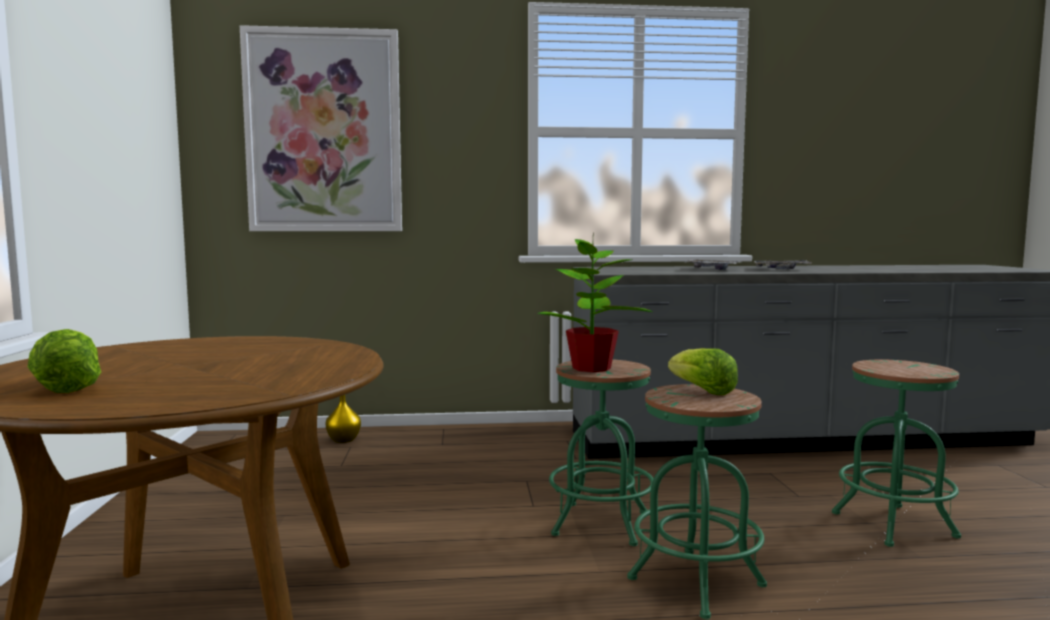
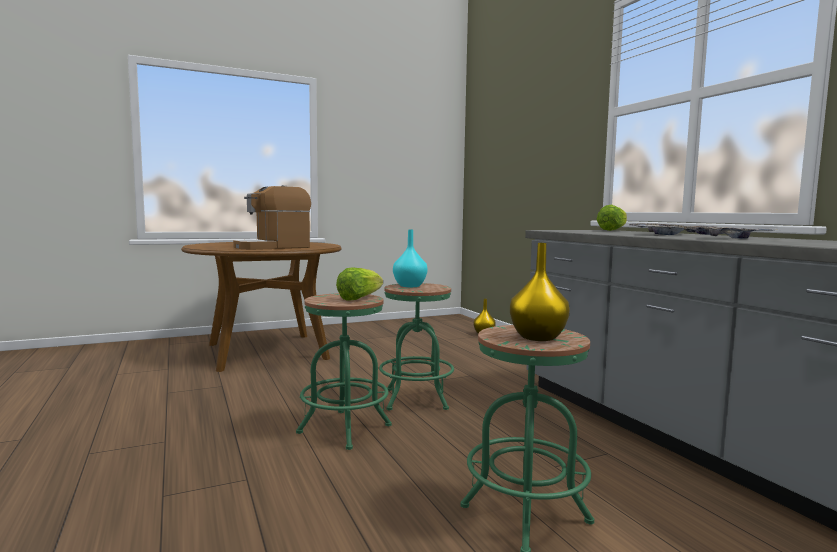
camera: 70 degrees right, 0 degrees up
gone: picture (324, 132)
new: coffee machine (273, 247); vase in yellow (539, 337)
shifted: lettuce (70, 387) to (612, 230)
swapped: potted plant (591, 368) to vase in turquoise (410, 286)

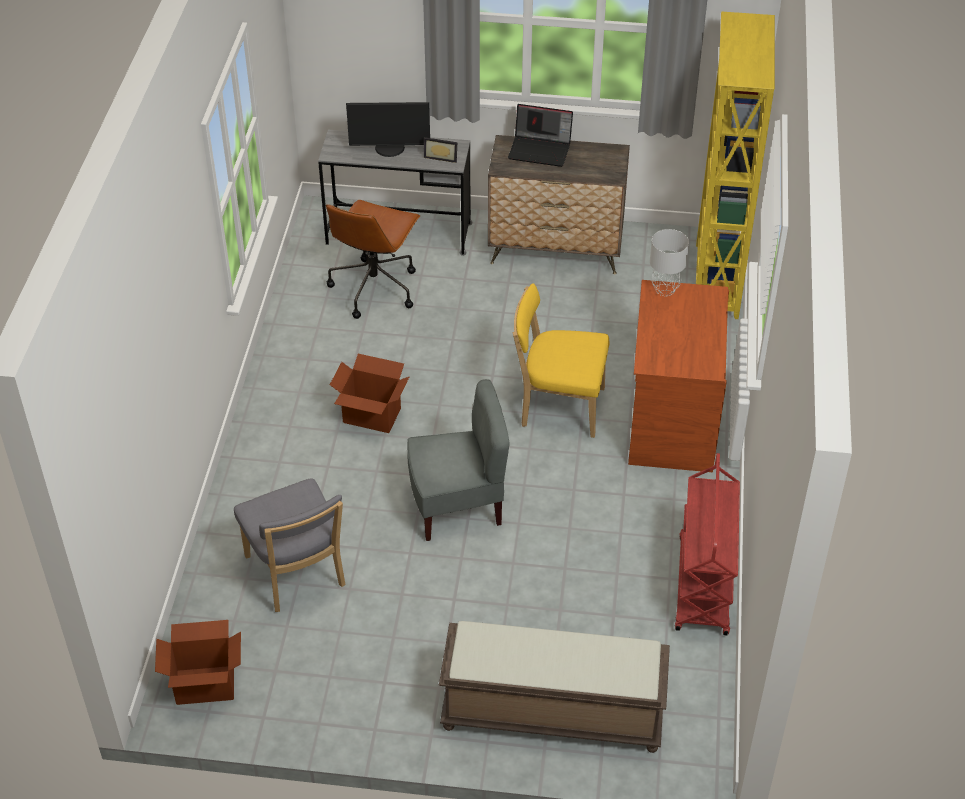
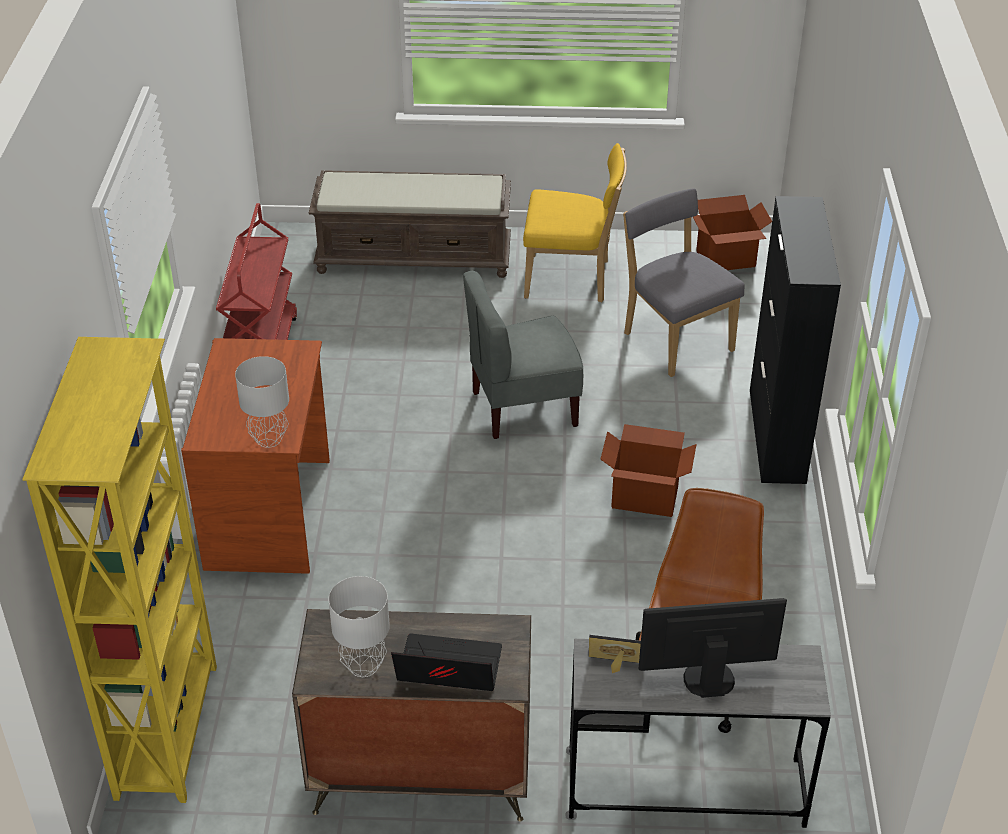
camera: 175 degrees right, 5 degrees down
new: table lamp in grey (363, 667); cabinet in black (776, 436)
shifted: chair in yellow (558, 407) to (571, 280)

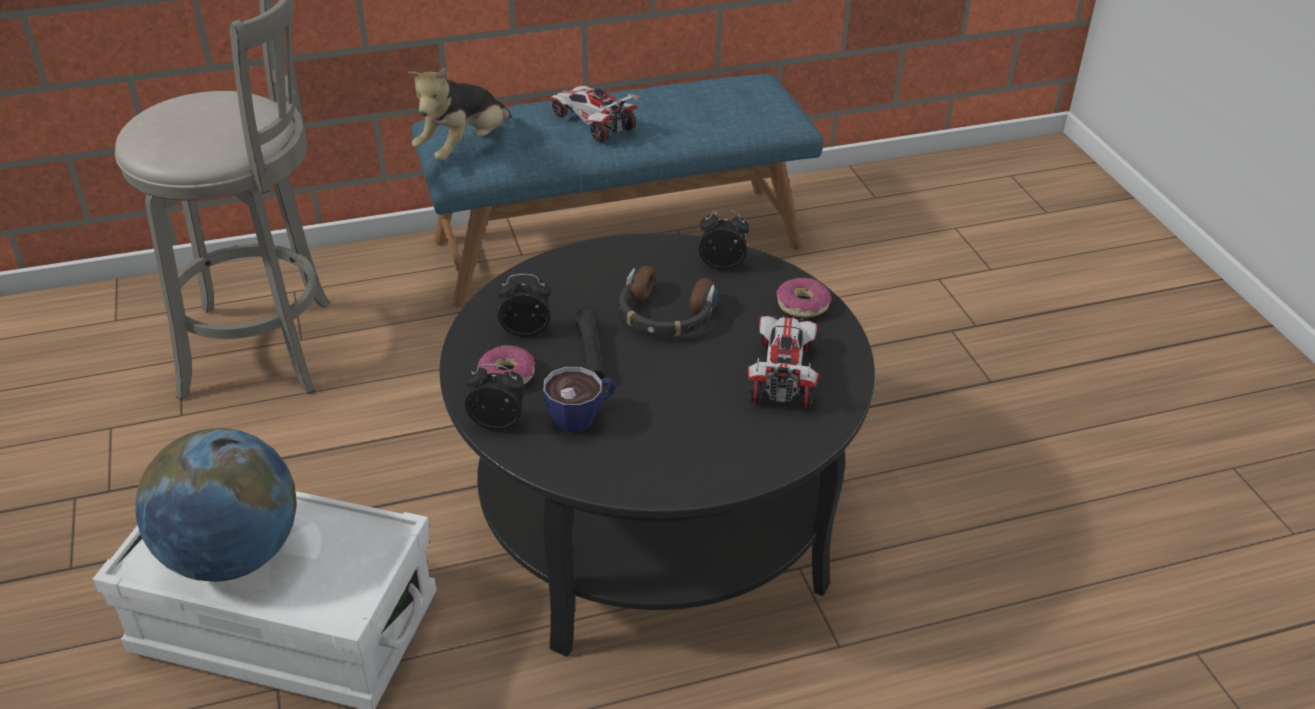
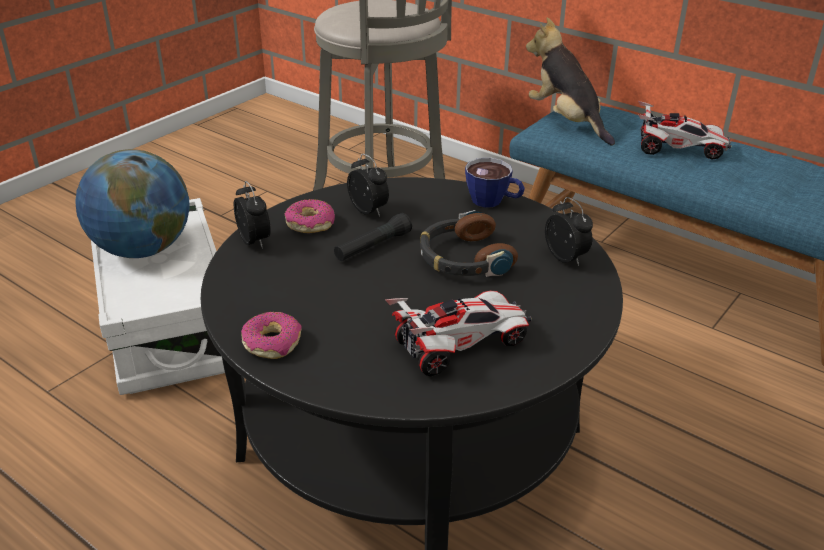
camera: 55 degrees right, 5 degrees down
shifted: cup (582, 416) to (493, 202); donut (802, 305) to (272, 343)
rotated: plush toy (464, 147) = (566, 121) 60 degrees clockwise; toy car (592, 124) = (678, 149) 90 degrees clockwise

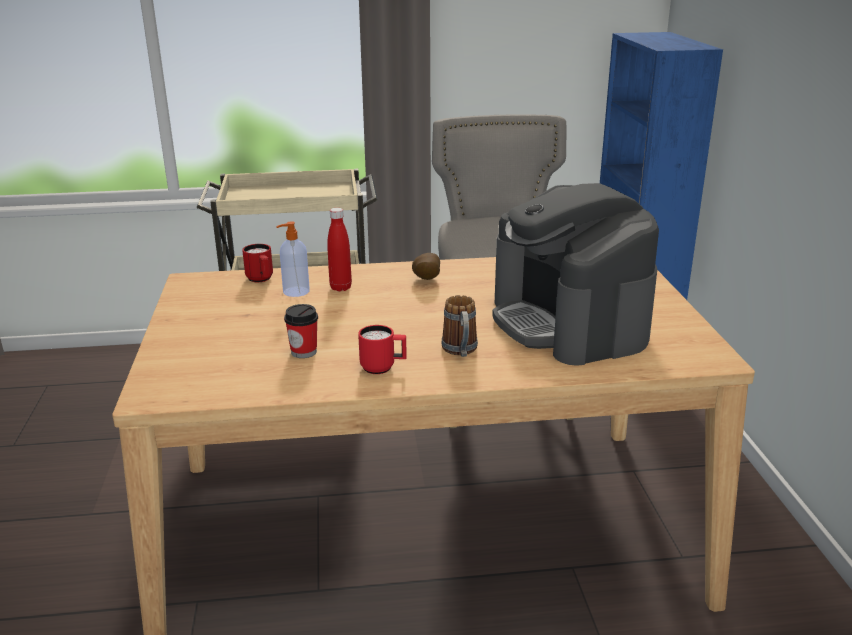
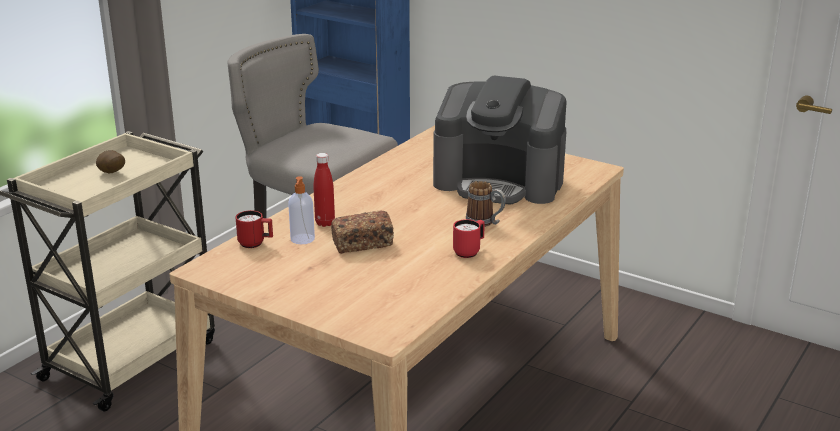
camera: 50 degrees left, 0 degrees up
gone: cup (304, 352)
new: bread (362, 244)
shifted: potato (426, 280) to (111, 173)

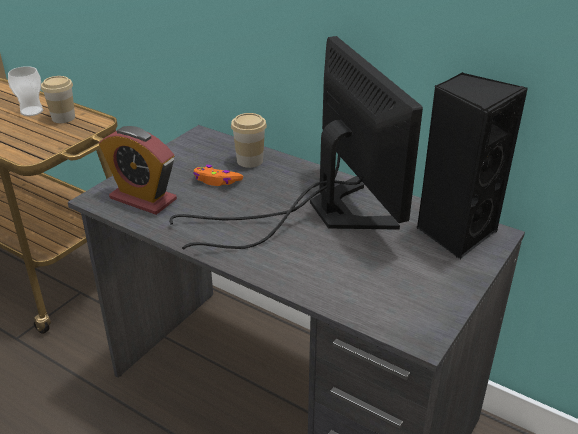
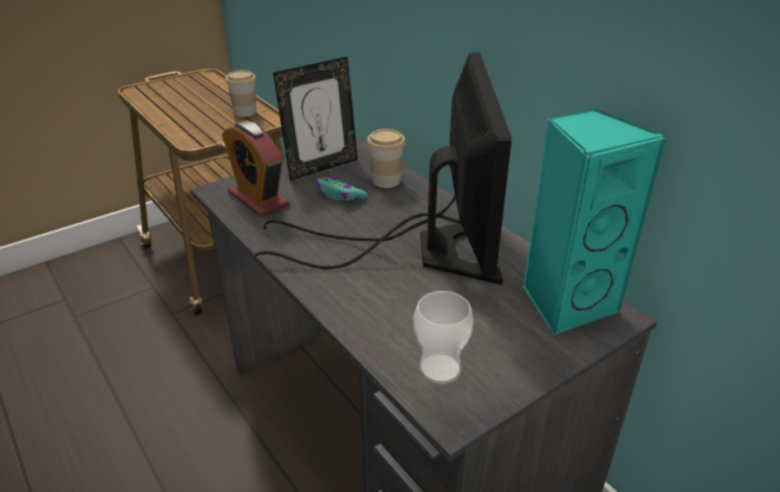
camera: 20 degrees right, 0 degrees up
new: picture frame (321, 167)
shifted: cup (31, 111) to (440, 369)
repainted: game controller in orange (217, 181) to game controller in turquoise (340, 195); speaker in black (454, 232) to speaker in turquoise (566, 302)

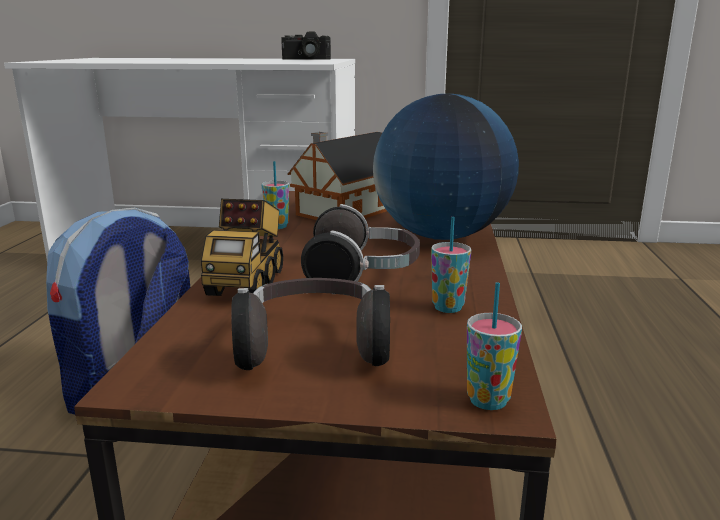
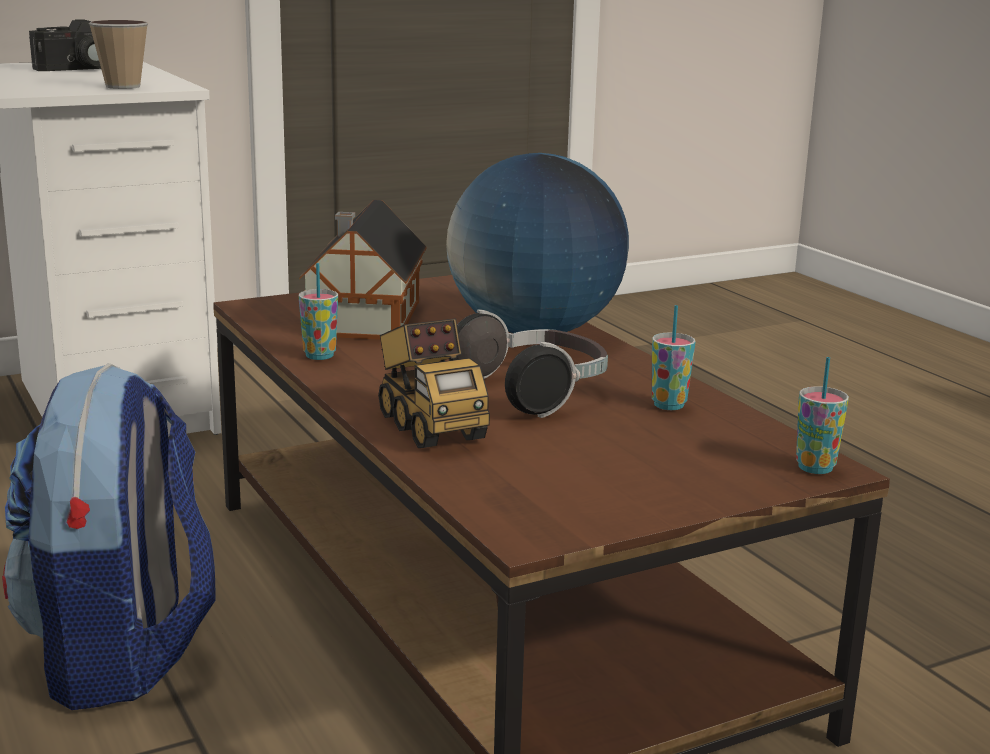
camera: 35 degrees left, 0 degrees up
gone: headphones (313, 348)
new: cup (123, 86)

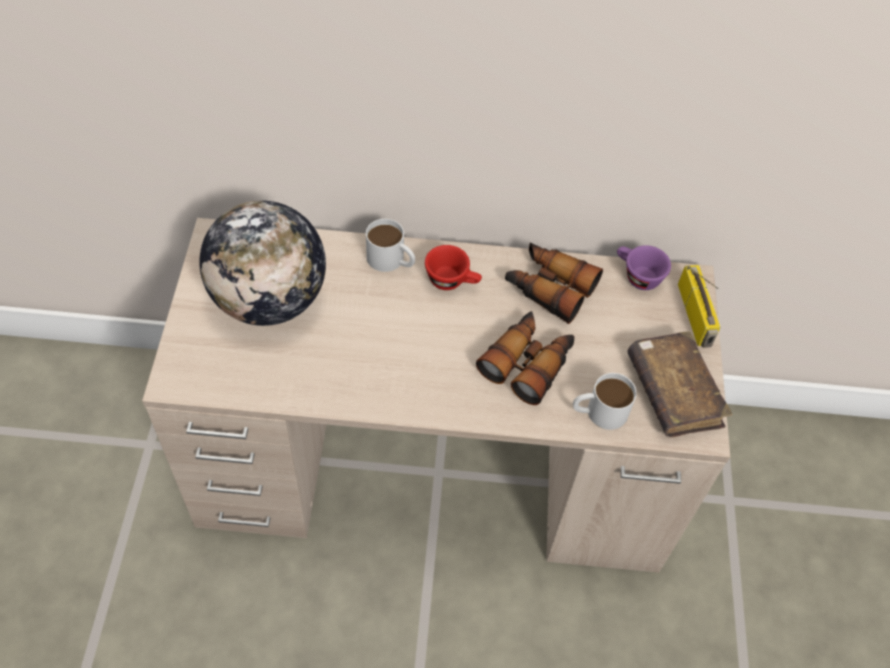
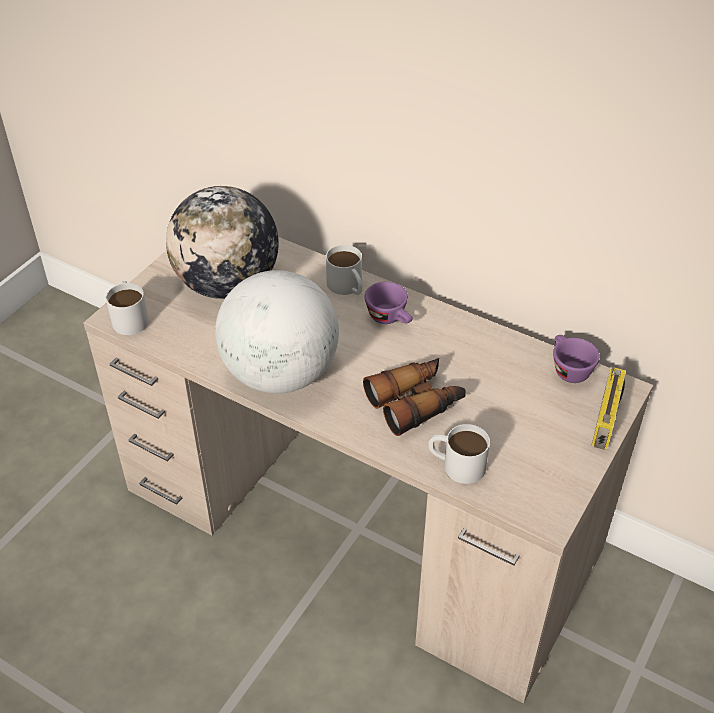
camera: 30 degrees right, 10 degrees down
gone: binoculars (549, 287); book in brown (673, 392)
new: mug in white (130, 317); globe (280, 374)
repainted: cup in red (452, 281) to cup in purple (390, 318)

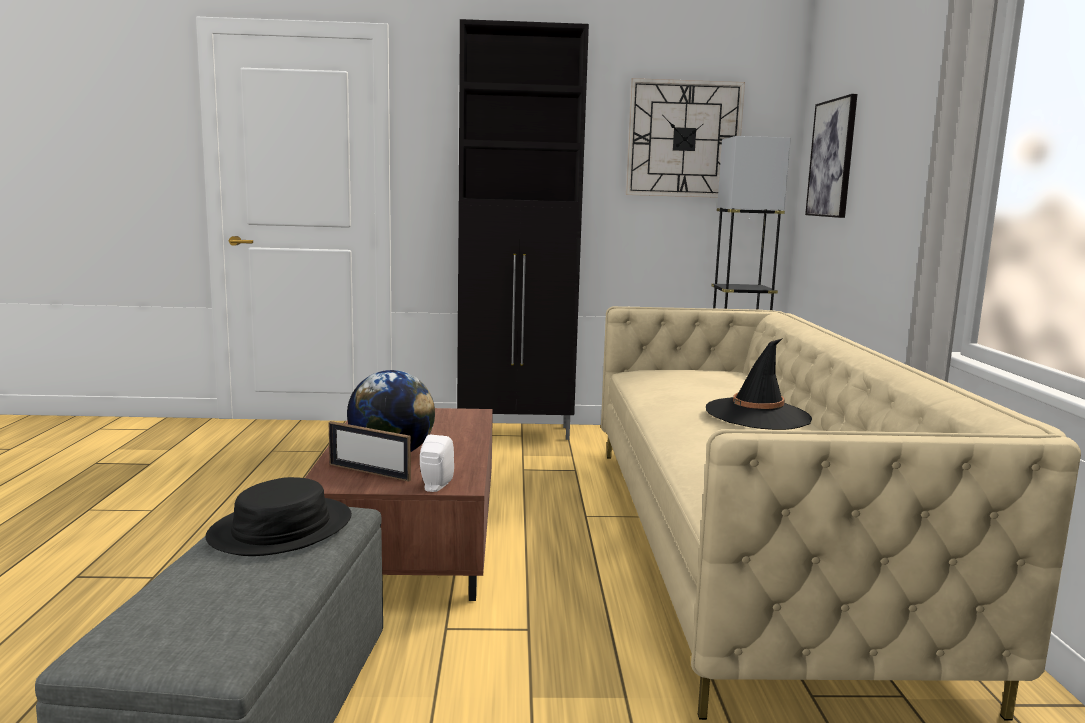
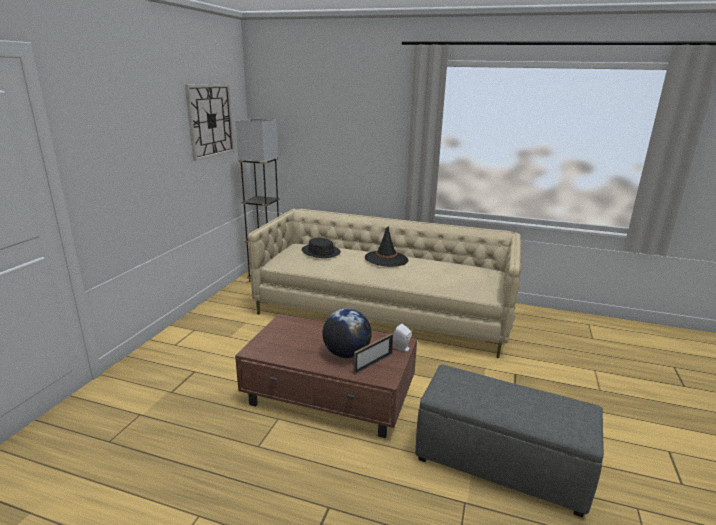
camera: 70 degrees left, 10 degrees up
gone: cabinet in black (517, 432); picture (832, 158)
shifted: hat in black (282, 529) to (321, 252)

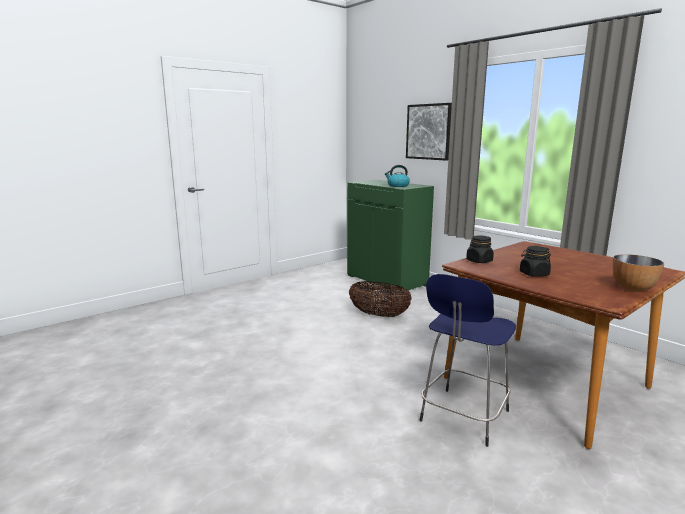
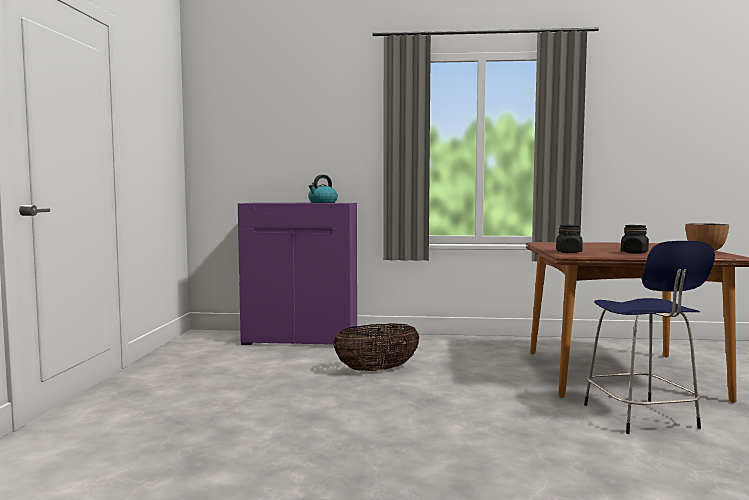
camera: 45 degrees left, 10 degrees down
gone: picture (429, 132)
repainted: cabinet in green (387, 280) to cabinet in purple (302, 339)

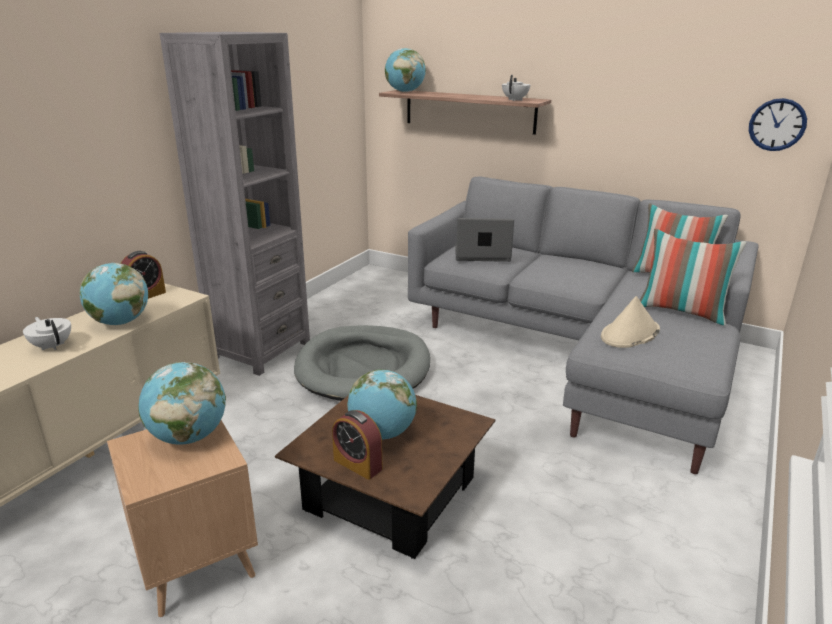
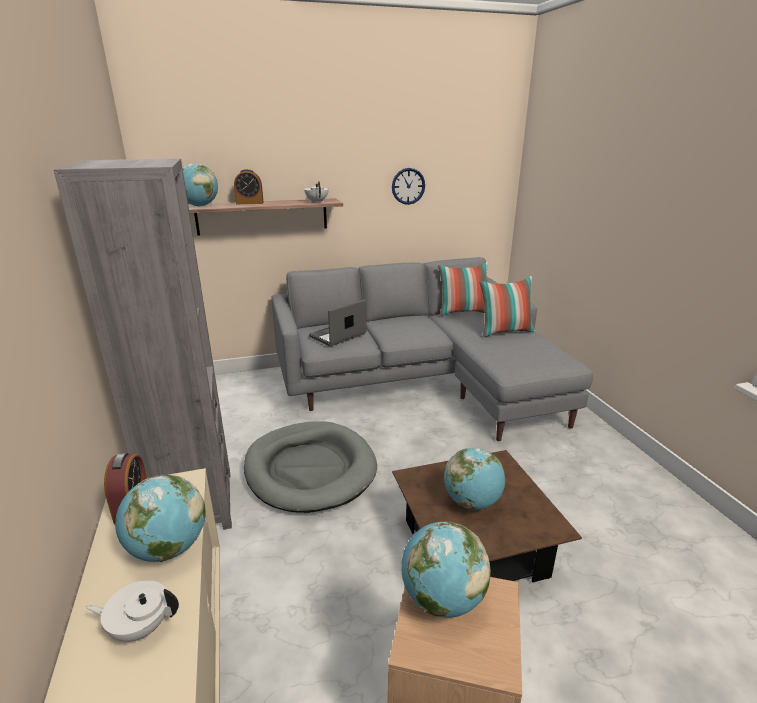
camera: 45 degrees left, 0 degrees up
gone: hat in beige (630, 334)
shifted: alarm clock (357, 464) to (250, 203); wall clock (777, 124) to (408, 186)

